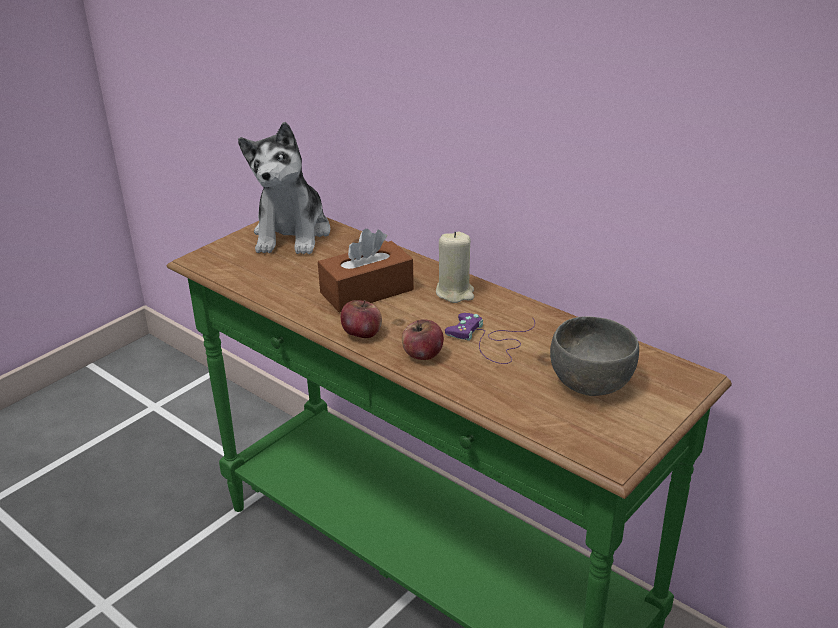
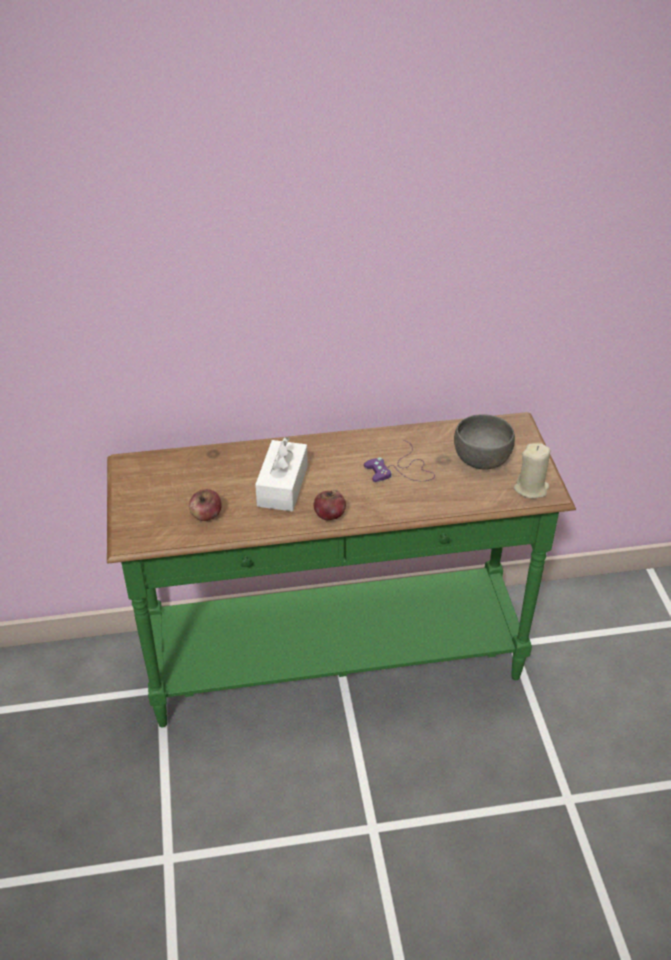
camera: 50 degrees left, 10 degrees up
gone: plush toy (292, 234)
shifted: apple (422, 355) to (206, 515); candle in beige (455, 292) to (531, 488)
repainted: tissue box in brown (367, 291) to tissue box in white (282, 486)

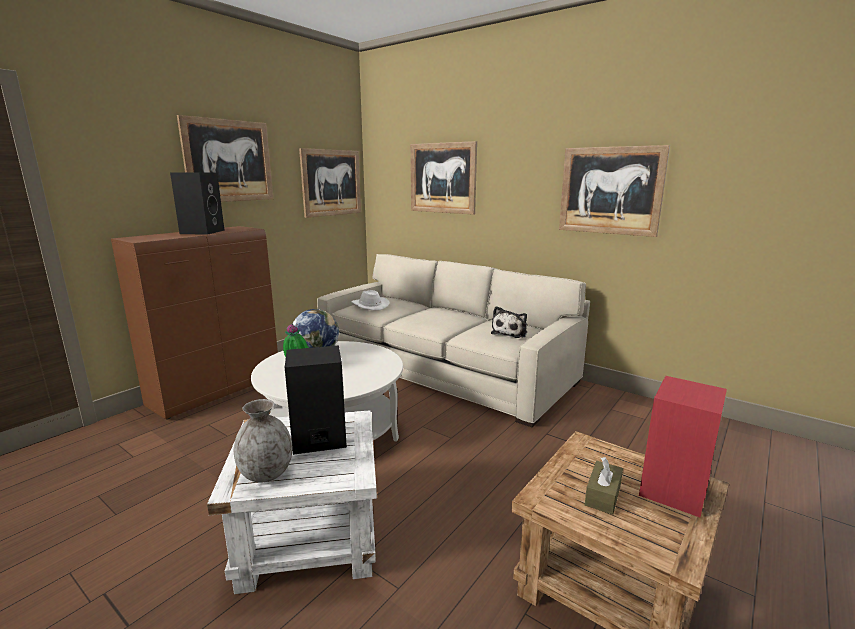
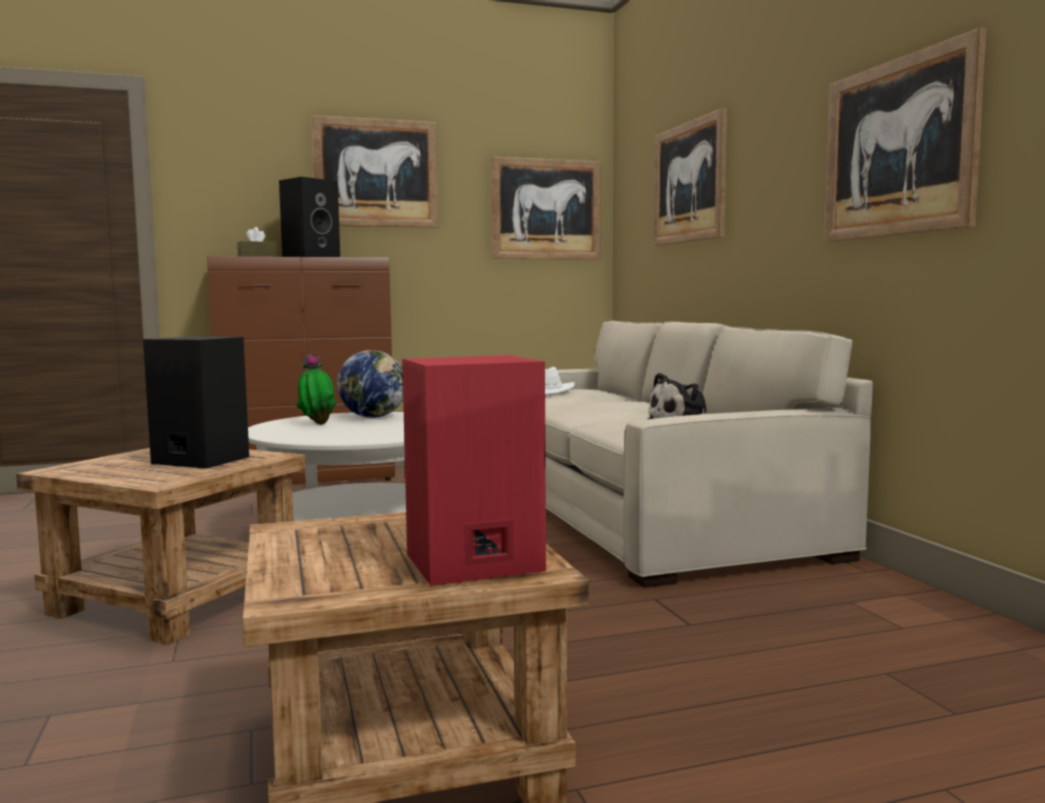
camera: 35 degrees right, 10 degrees down
gone: vase in grey (266, 474)
shifted: tissue box in brown (603, 495) to (257, 257)
repainted: side table in white (308, 535) to side table in brown (176, 599)

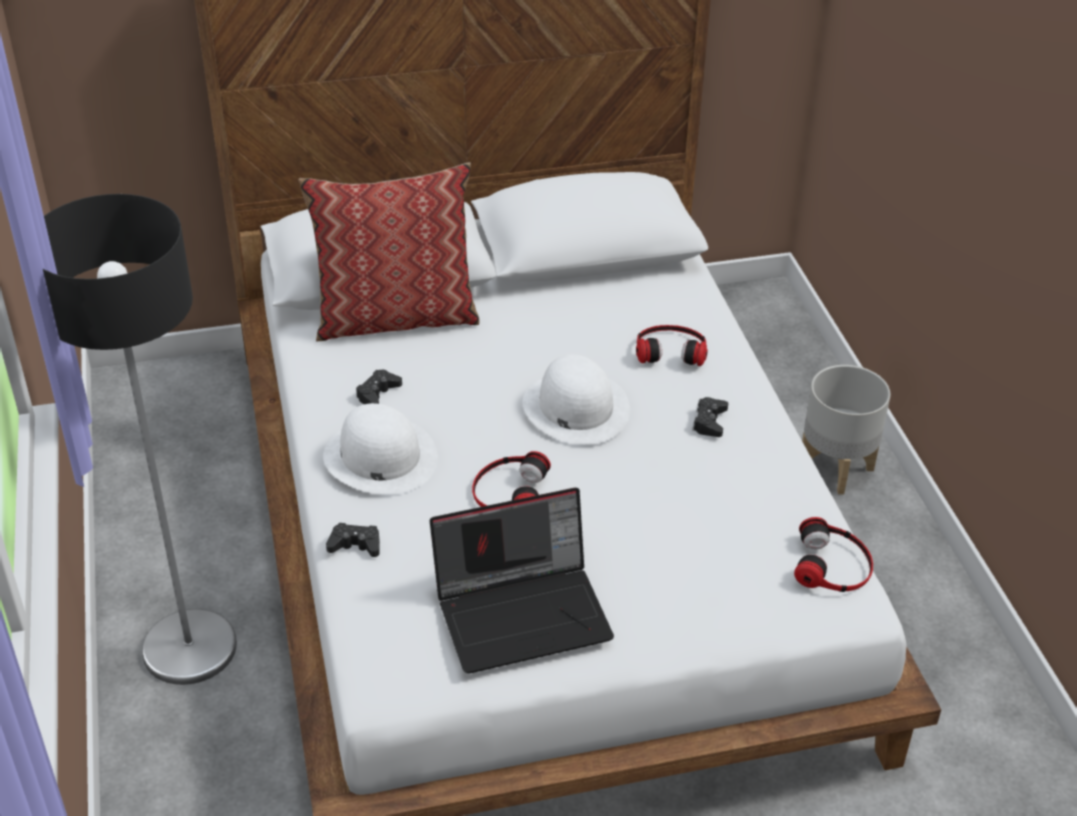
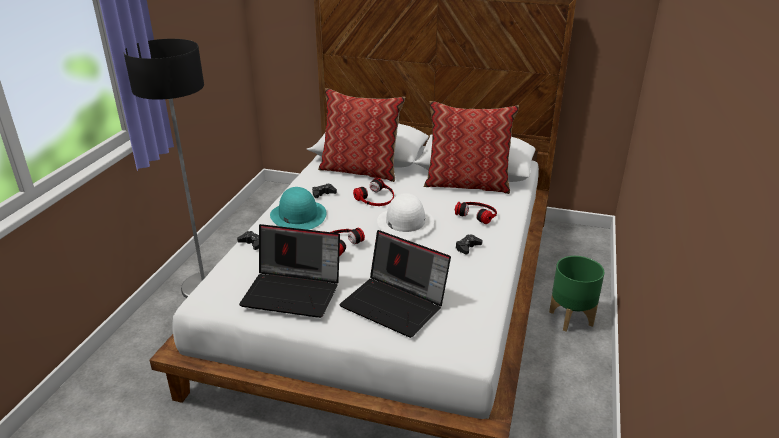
camera: 30 degrees right, 10 degrees down
new: laptop (396, 304); pillow (467, 184)
shifted: headphones (833, 565) to (376, 198)
repainted: hat in white (379, 457) to hat in turquoise (298, 215); planter in grey (836, 468) to planter in green (571, 318)

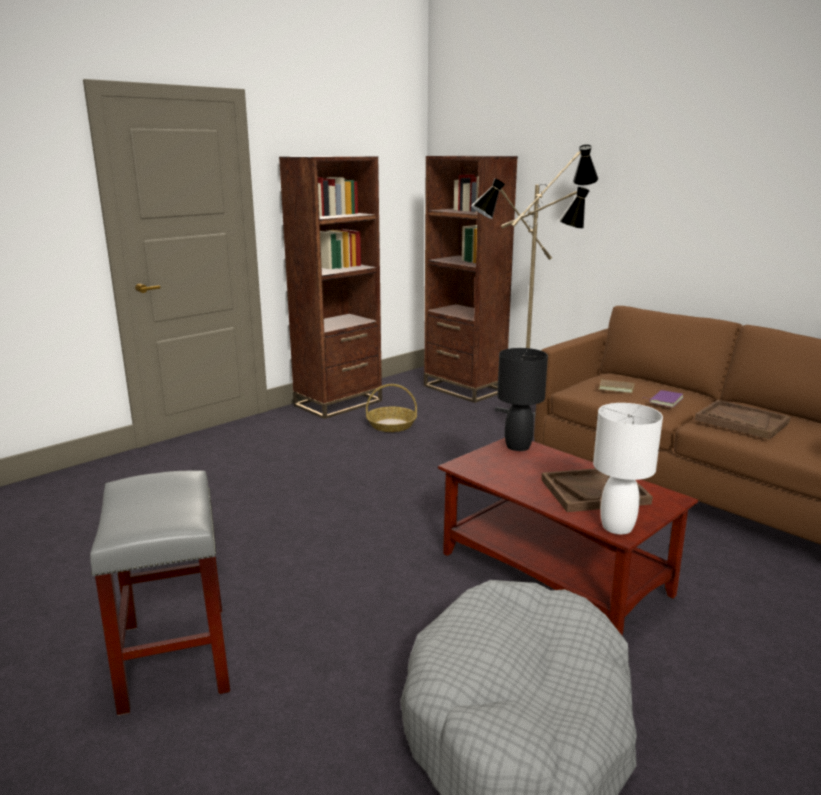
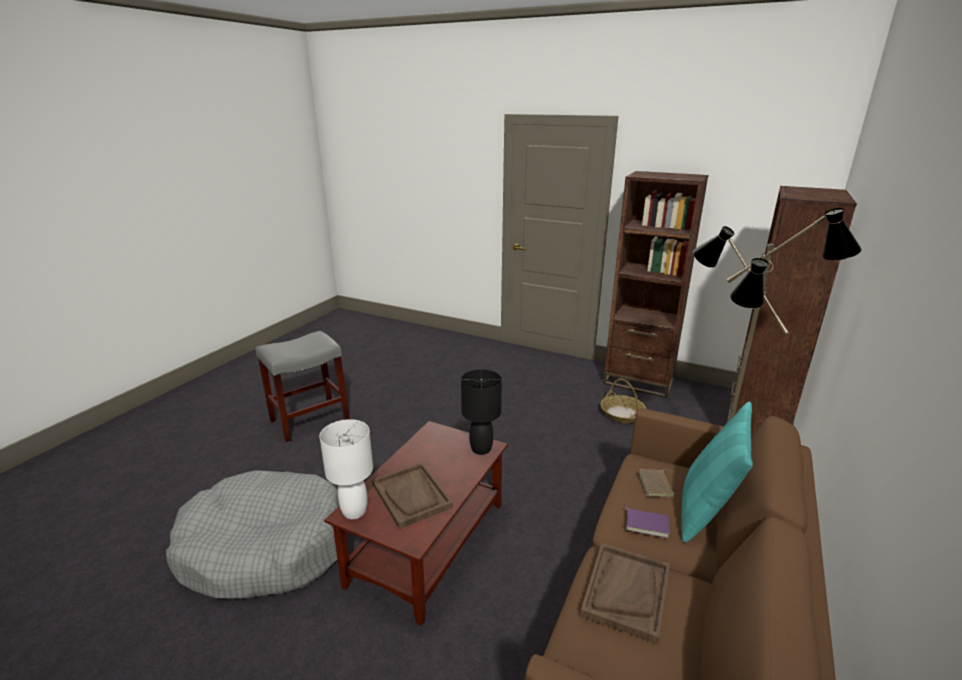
camera: 70 degrees right, 5 degrees up
new: pillow in turquoise (706, 510)

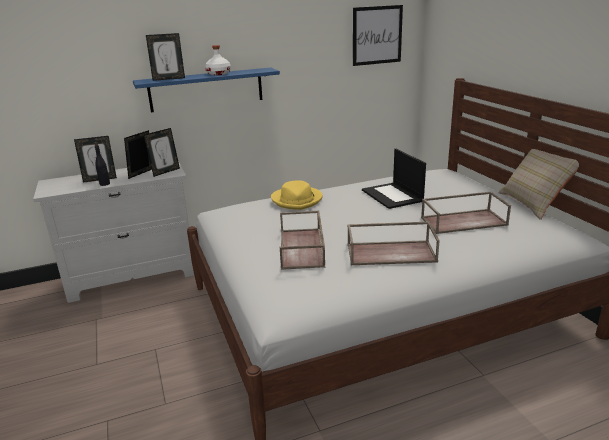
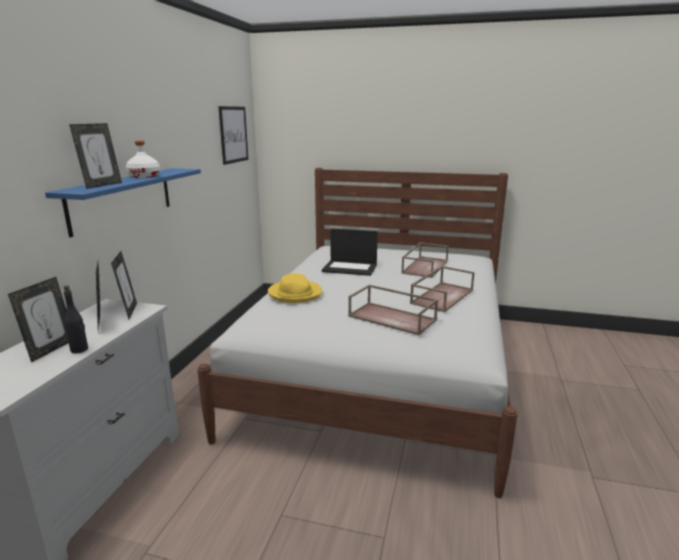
camera: 55 degrees left, 5 degrees down
gone: pillow in beige (534, 204)

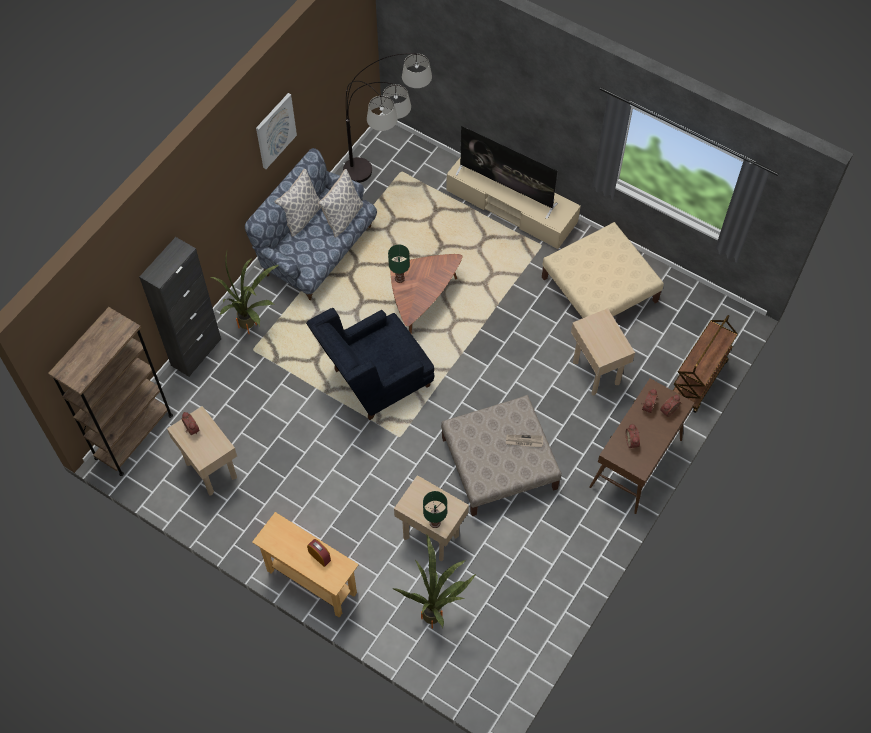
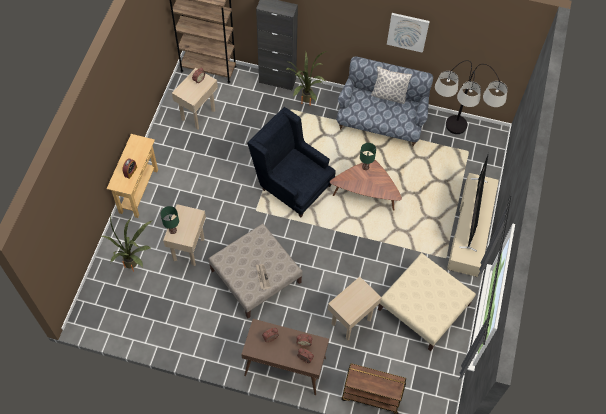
camera: 70 degrees right, 0 degrees up
gone: pillow (343, 217)

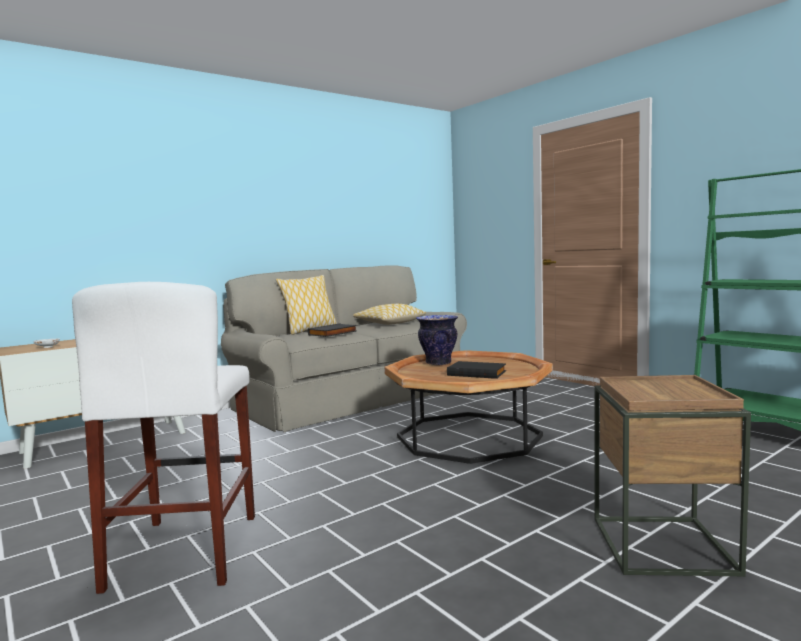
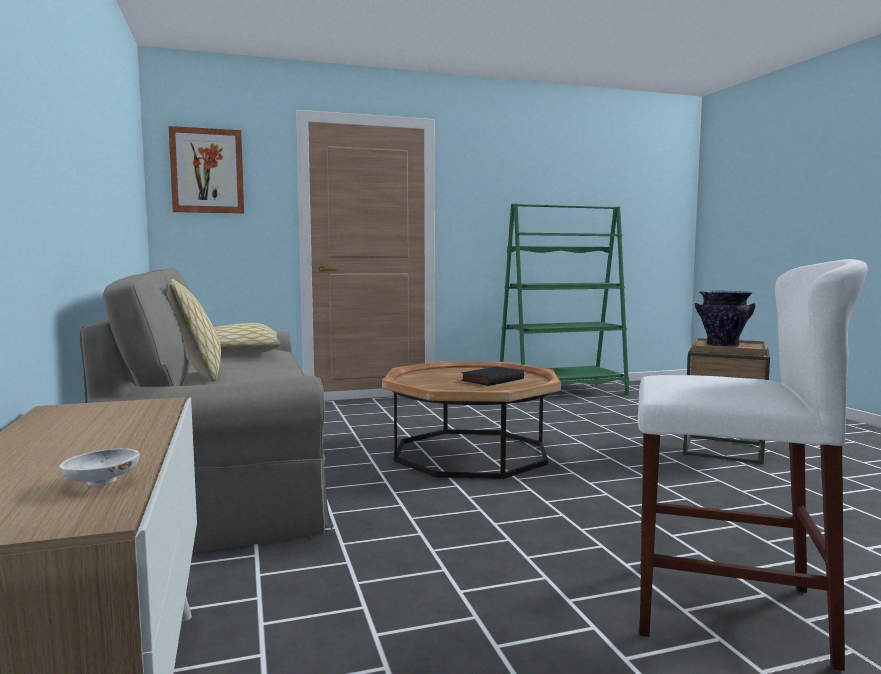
camera: 70 degrees left, 0 degrees up
gone: book in black (333, 333)
new: picture (207, 171)
shifted: vase (439, 363) to (722, 345)

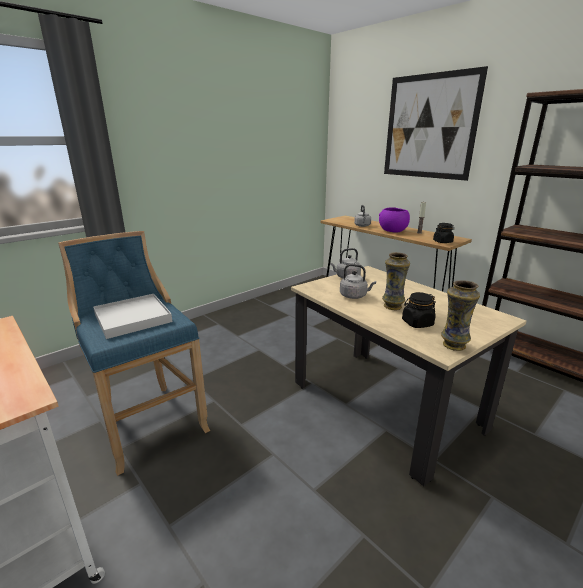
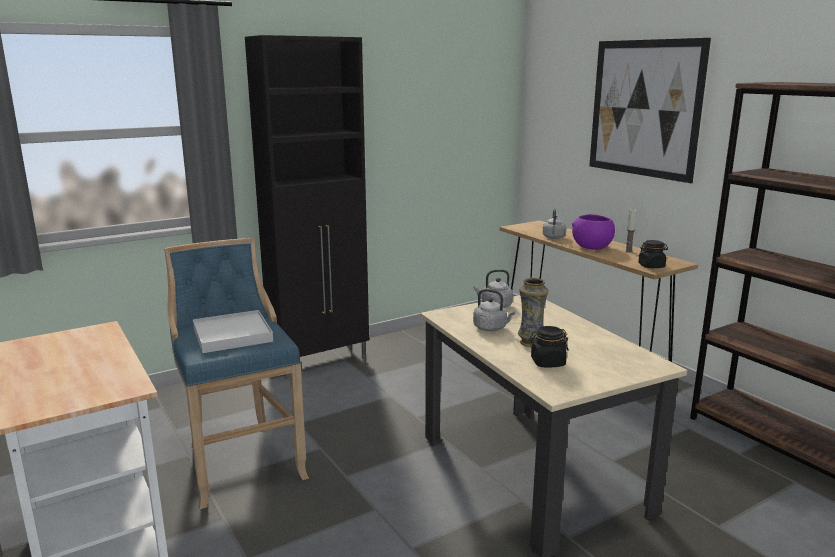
camera: 10 degrees right, 5 degrees down
gone: vase (453, 345)
new: cabinet in black (321, 362)

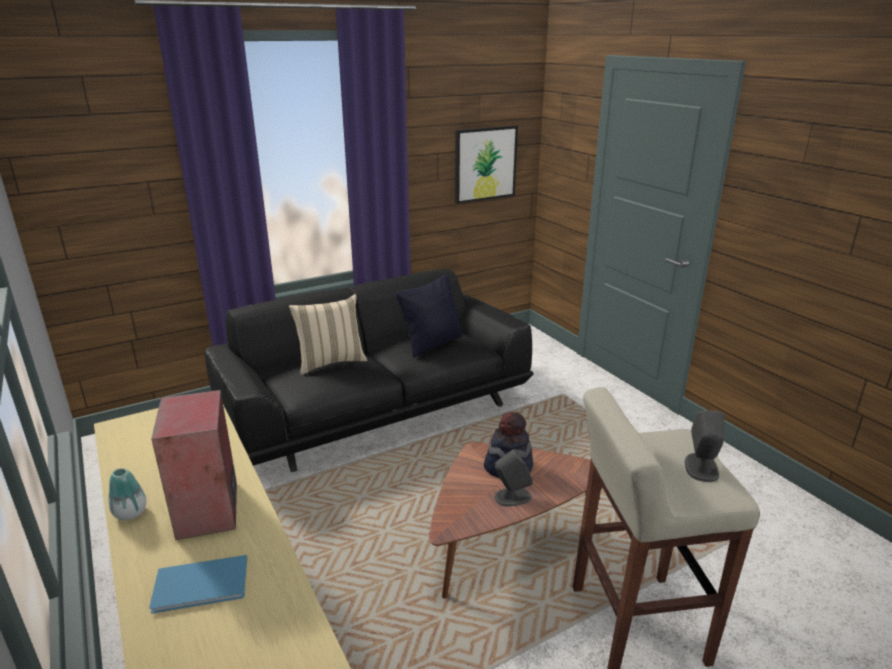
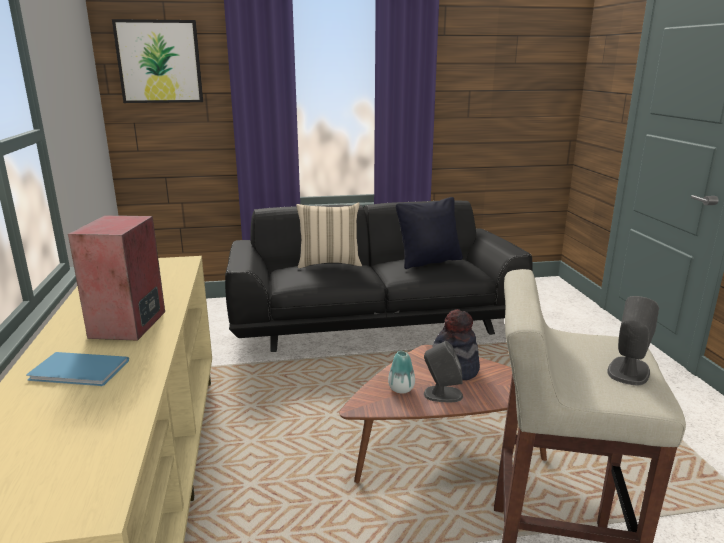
camera: 20 degrees right, 5 degrees down
shifted: vase (130, 513) to (401, 389); picture (485, 164) to (159, 62)

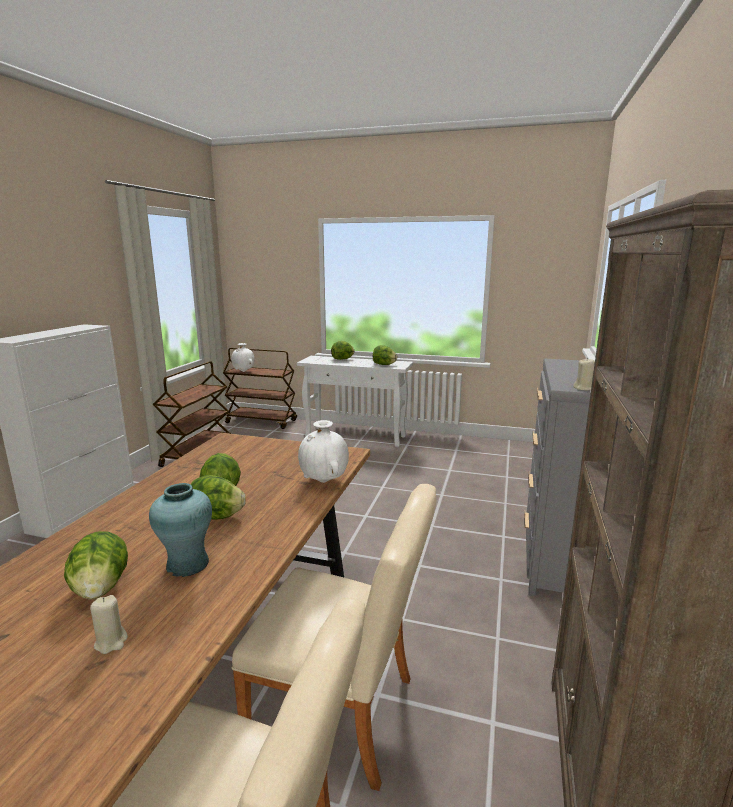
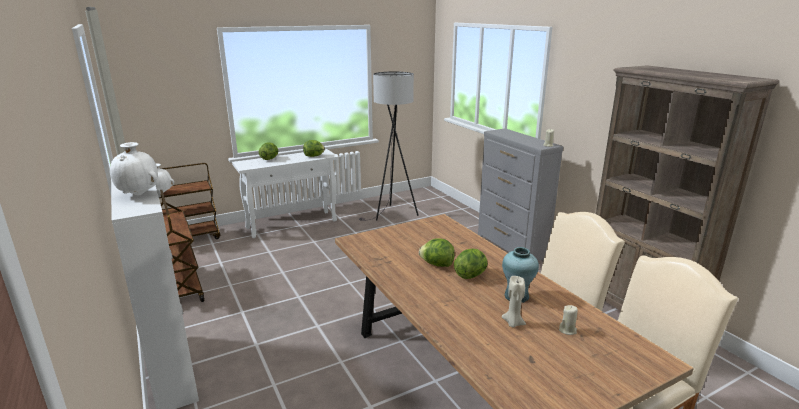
camera: 45 degrees left, 5 degrees up
new: floor lamp in grey (392, 215)
shifted: vase in white (324, 481) to (139, 194)
swapped: lettuce (101, 588) to candle in beige (513, 323)

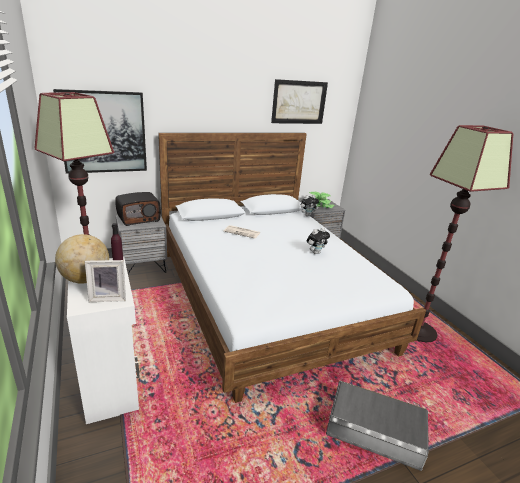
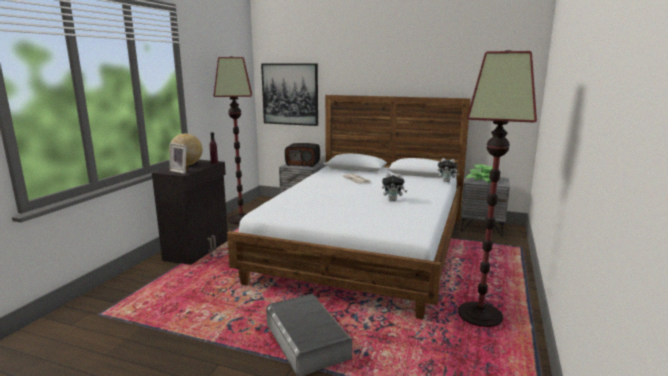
camera: 45 degrees right, 10 degrees down
gone: picture (299, 102)
repainted: cabinet in white (111, 382) to cabinet in black (198, 250)

